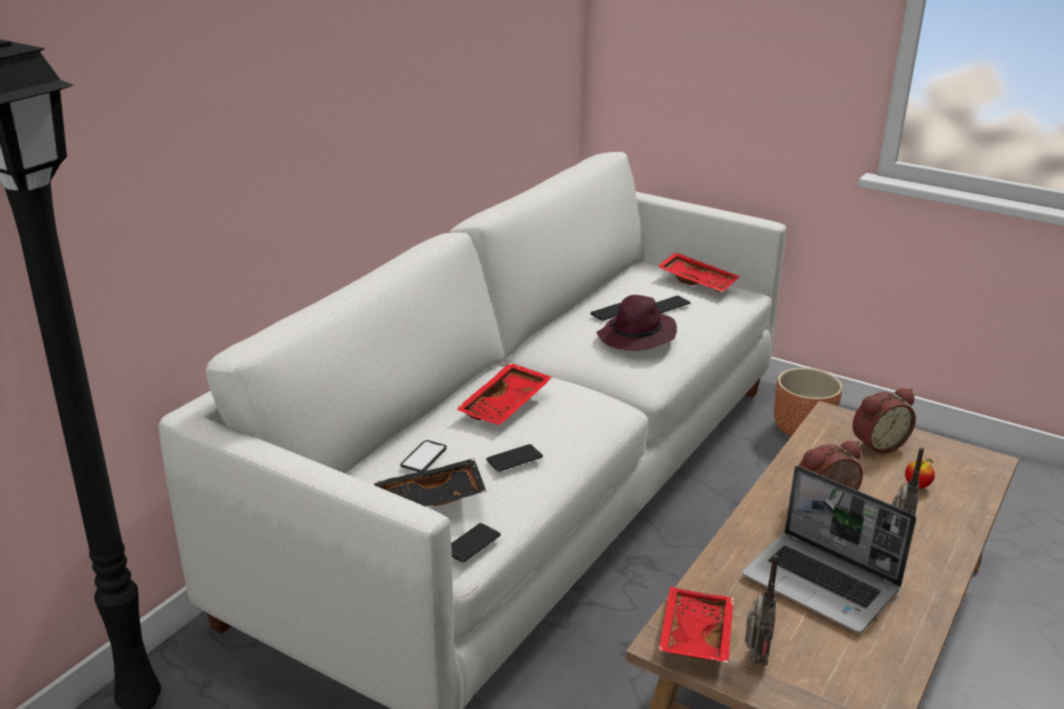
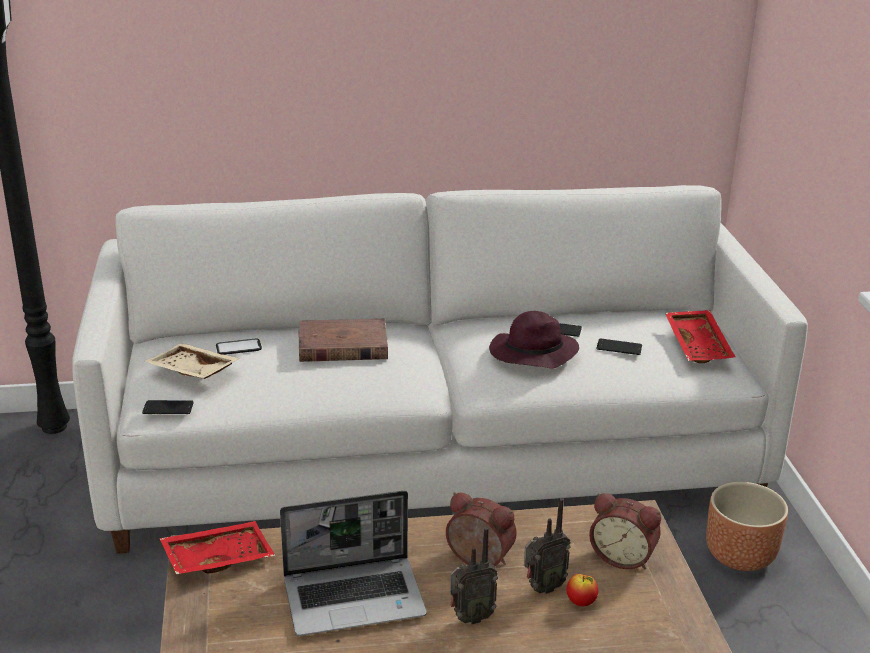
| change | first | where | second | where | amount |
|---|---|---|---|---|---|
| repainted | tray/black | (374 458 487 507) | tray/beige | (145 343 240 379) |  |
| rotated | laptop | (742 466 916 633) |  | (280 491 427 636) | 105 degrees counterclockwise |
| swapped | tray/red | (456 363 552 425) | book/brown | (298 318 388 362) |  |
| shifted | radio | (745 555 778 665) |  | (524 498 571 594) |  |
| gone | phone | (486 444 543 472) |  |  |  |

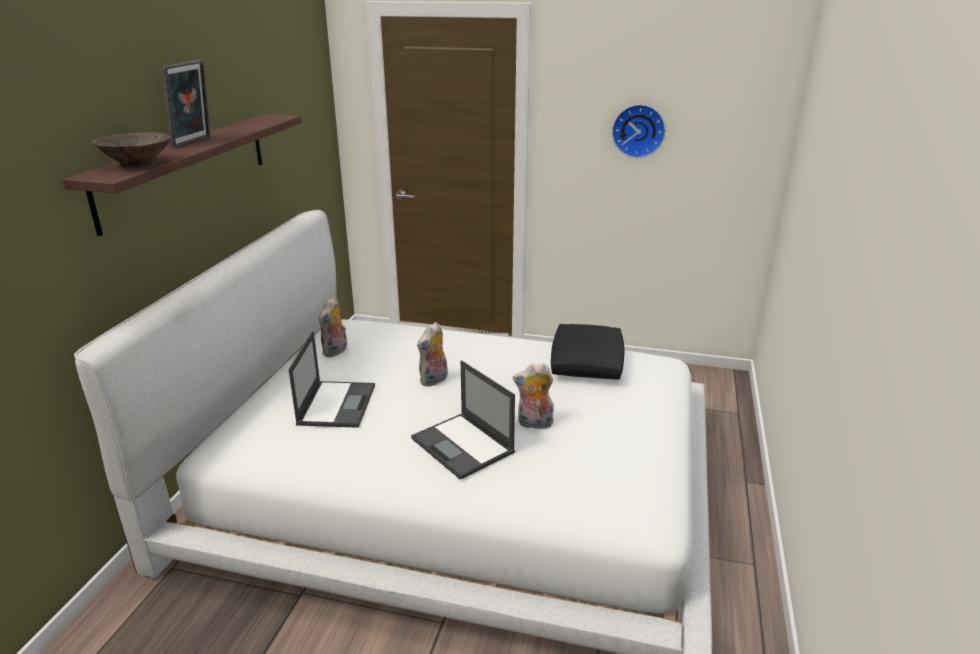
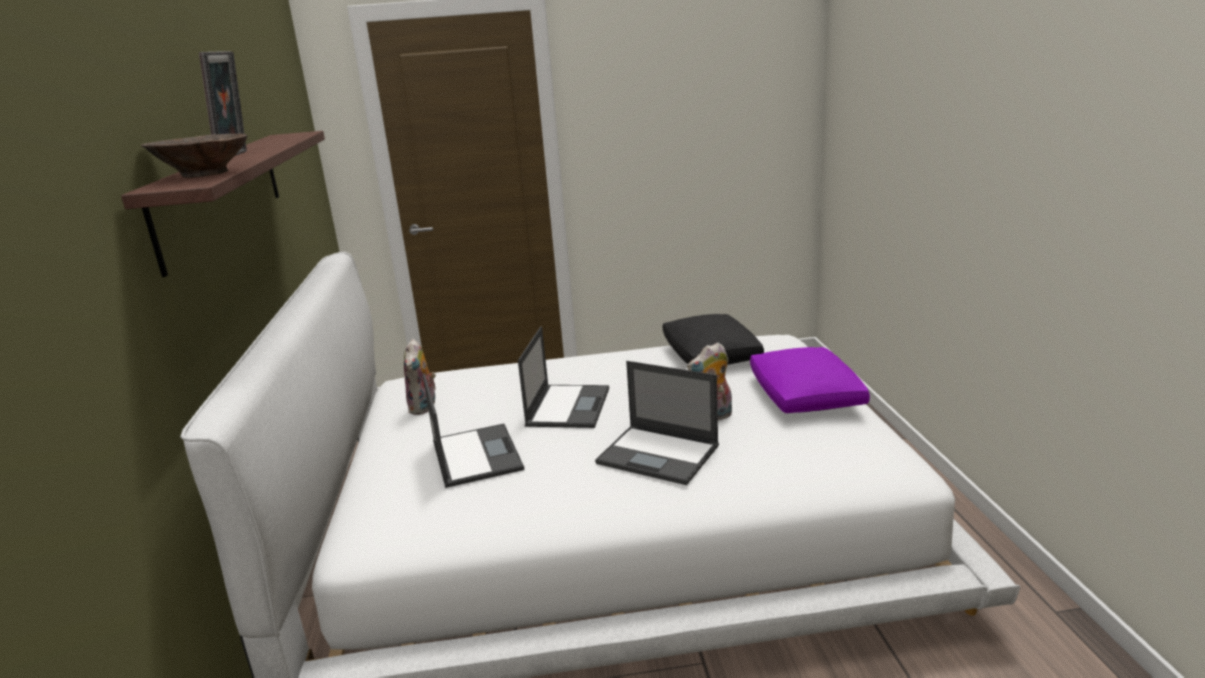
| change | first | where | second | where | amount |
|---|---|---|---|---|---|
| swapped | plush toy | (417 322 448 387) | laptop | (518 326 609 428) |  |
| new |  |  | pillow/purple | (750 347 870 413) |  |
| gone | wall clock | (612 104 666 158) |  |  |  |

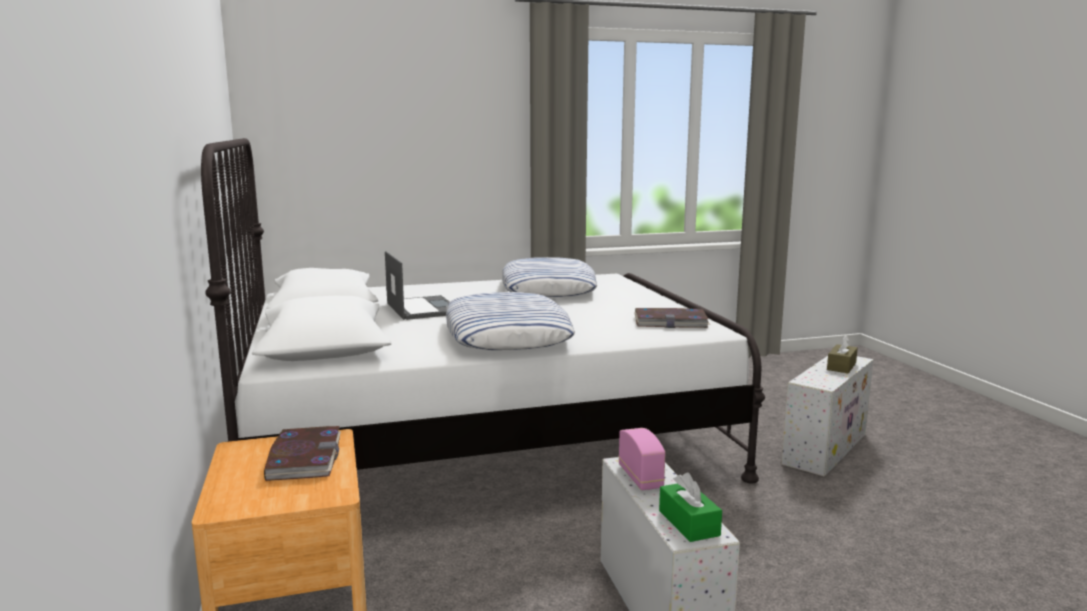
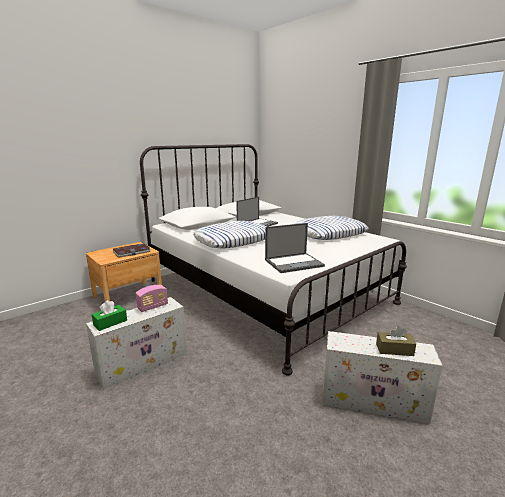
| change | first | where | second | where | amount |
|---|---|---|---|---|---|
| swapped | book | (634 308 710 328) | laptop | (265 223 325 273) |  |

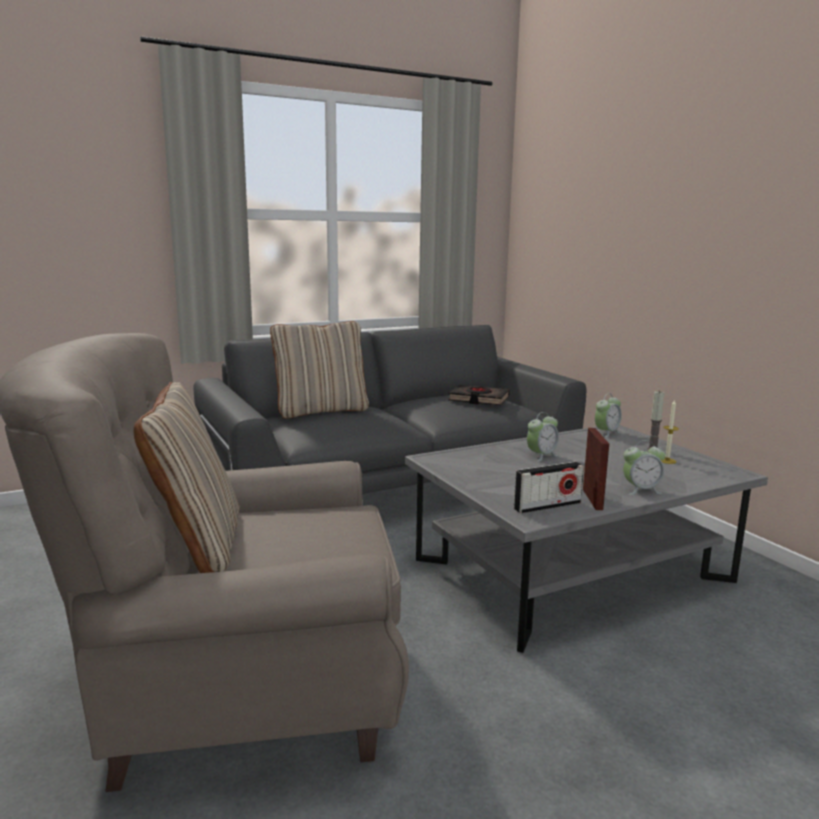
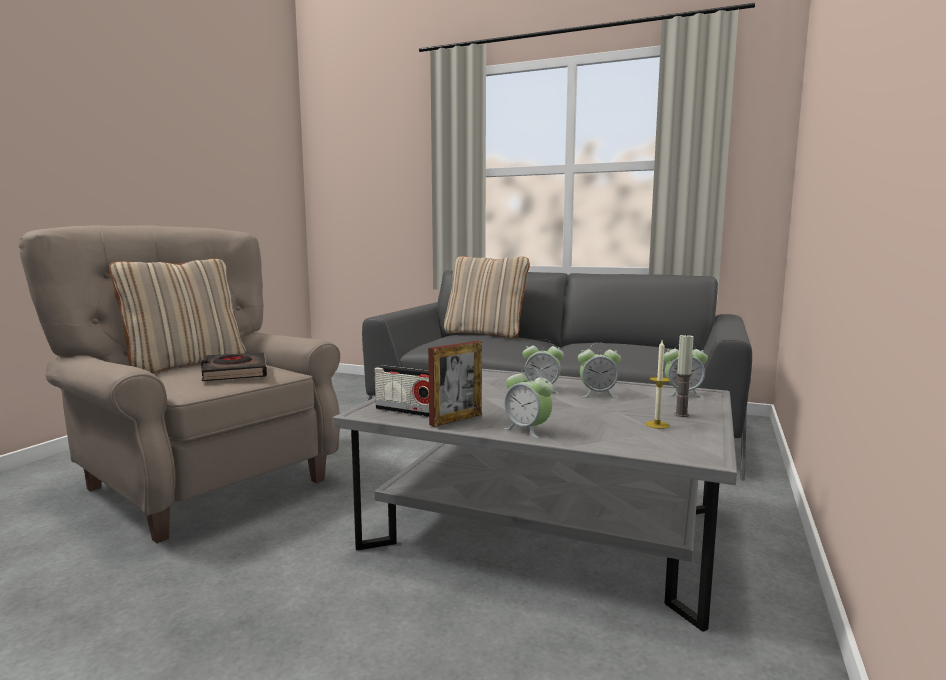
| change | first | where | second | where | amount |
|---|---|---|---|---|---|
| shifted | book/black | (449 385 510 405) |  | (201 352 267 381) |  |
| new |  |  | alarm clock | (578 343 621 398) |  |

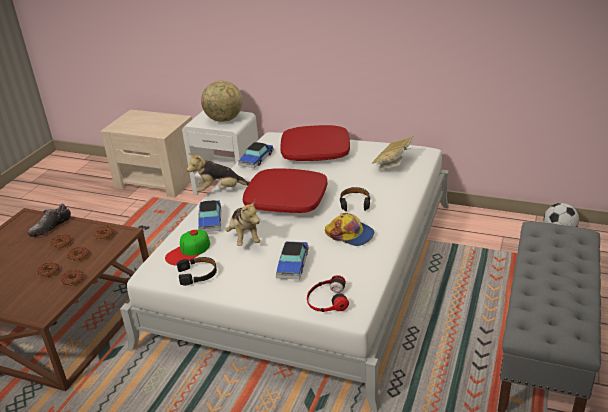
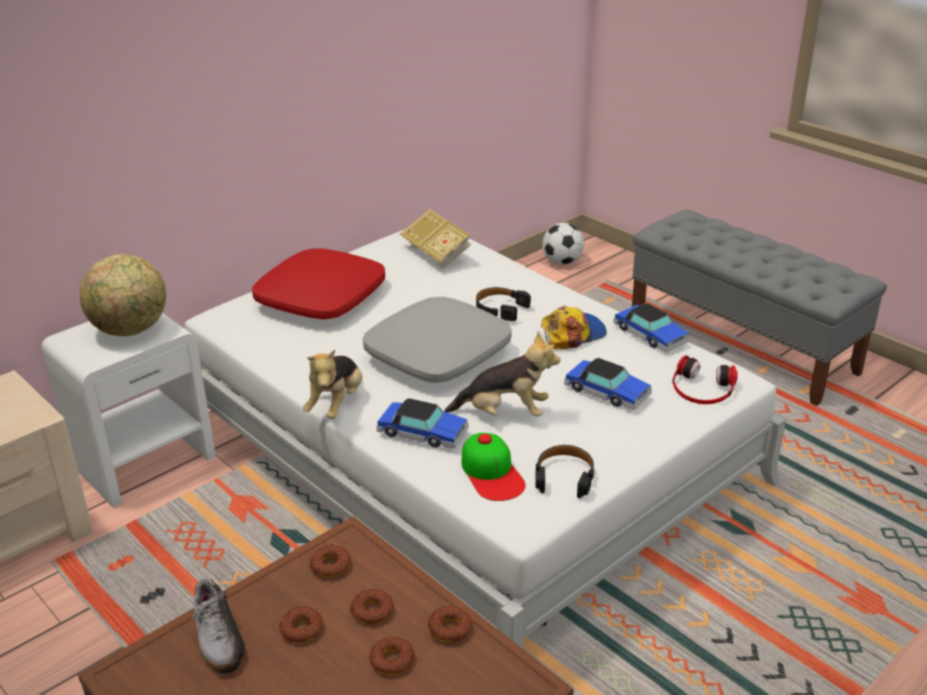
| change | first | where | second | where | amount |
|---|---|---|---|---|---|
| repainted | pillow/red | (243 168 328 213) | pillow/grey | (363 297 512 382) |  |
| shifted | toy car | (238 142 274 168) |  | (613 303 690 352) |  |

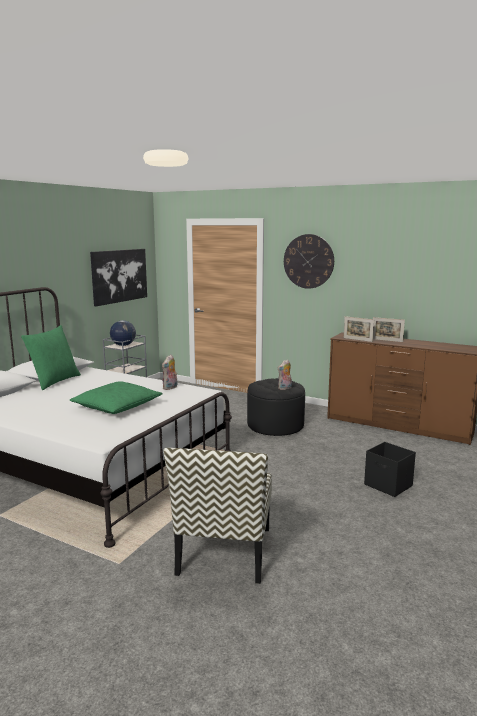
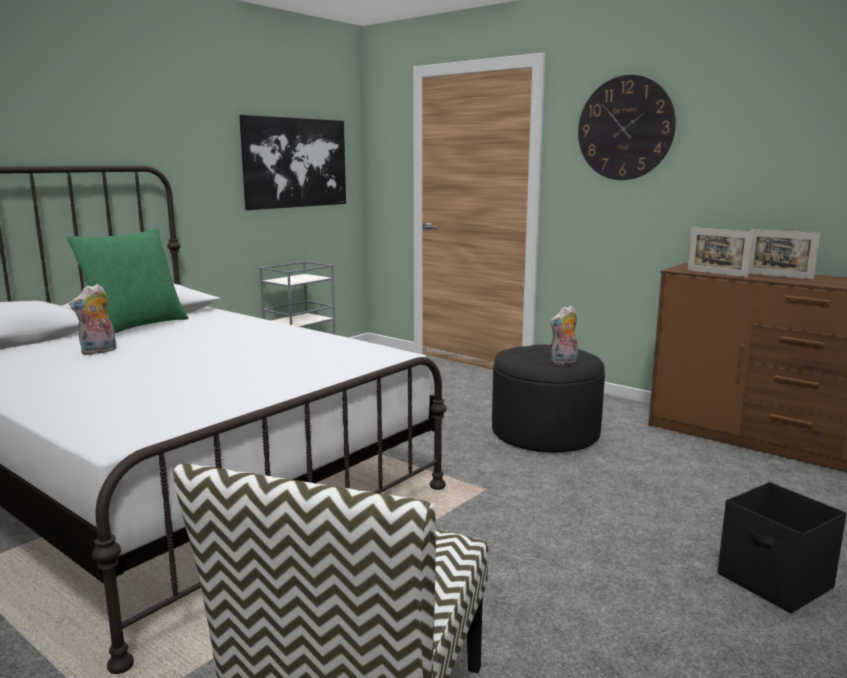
| change | first | where | second | where | amount |
|---|---|---|---|---|---|
| shifted | plush toy | (162 355 178 390) |  | (69 284 116 355) |  |
| gone | pillow/green | (70 381 163 414) |  |  |  |
| gone | globe | (110 320 136 346) |  |  |  |

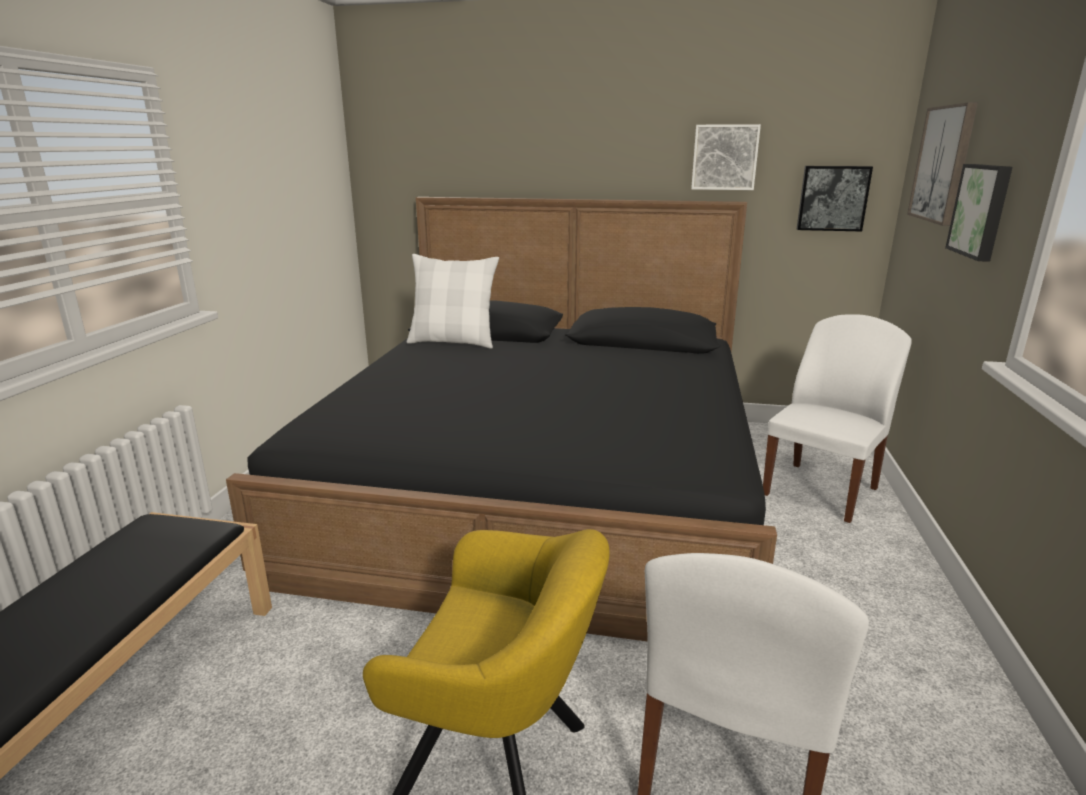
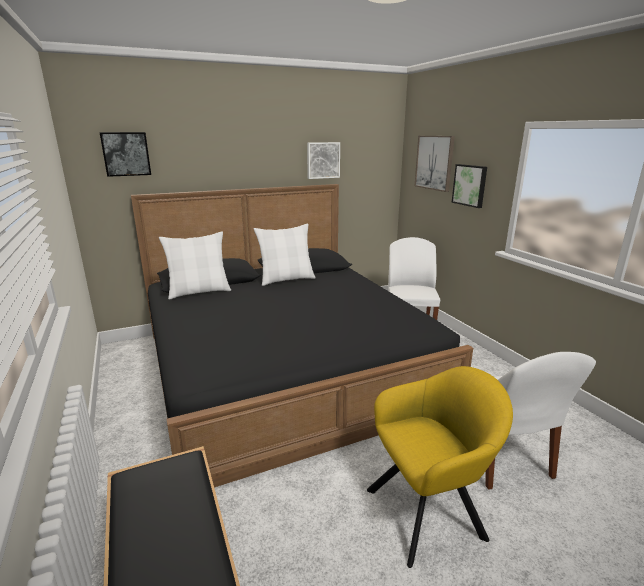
| change | first | where | second | where | amount |
|---|---|---|---|---|---|
| shifted | picture | (797 166 873 232) |  | (99 132 151 177) |  |
| new |  |  | pillow/white | (254 224 316 286) |  |

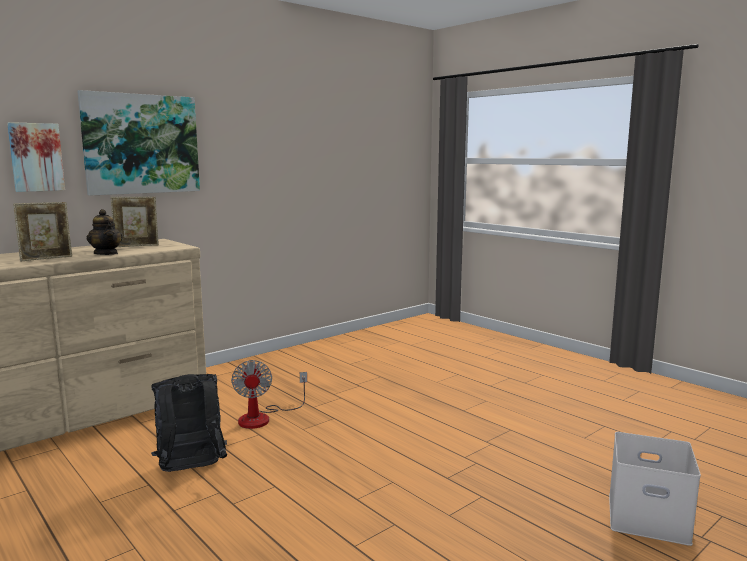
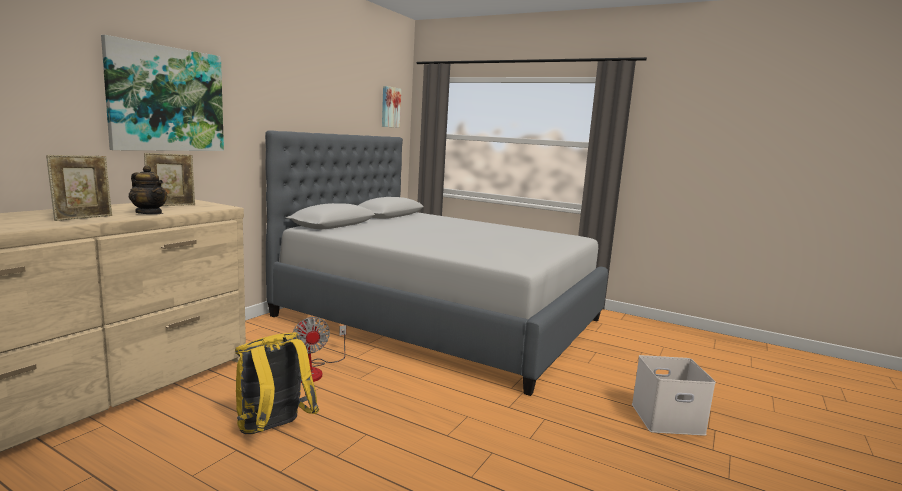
| change | first | where | second | where | amount |
|---|---|---|---|---|---|
| repainted | backpack/black | (151 374 227 472) | backpack/yellow | (235 333 319 434) |  |
| new |  |  | bed/grey | (265 130 608 396) |  |
| shifted | picture | (7 122 65 192) |  | (382 86 401 128) |  |

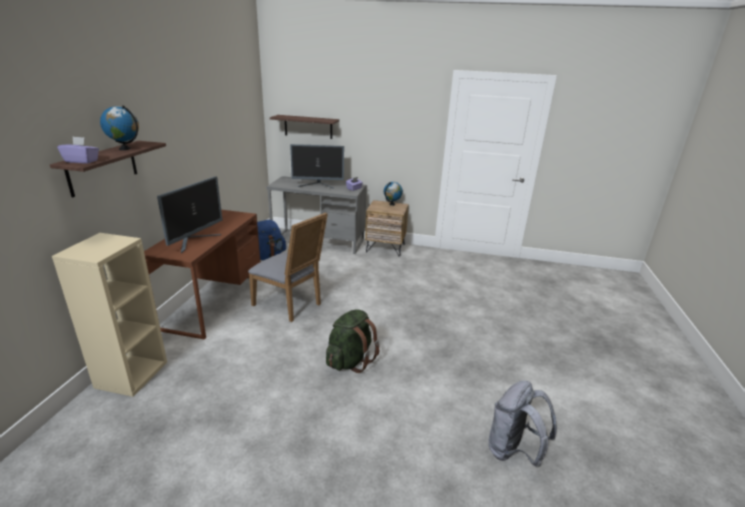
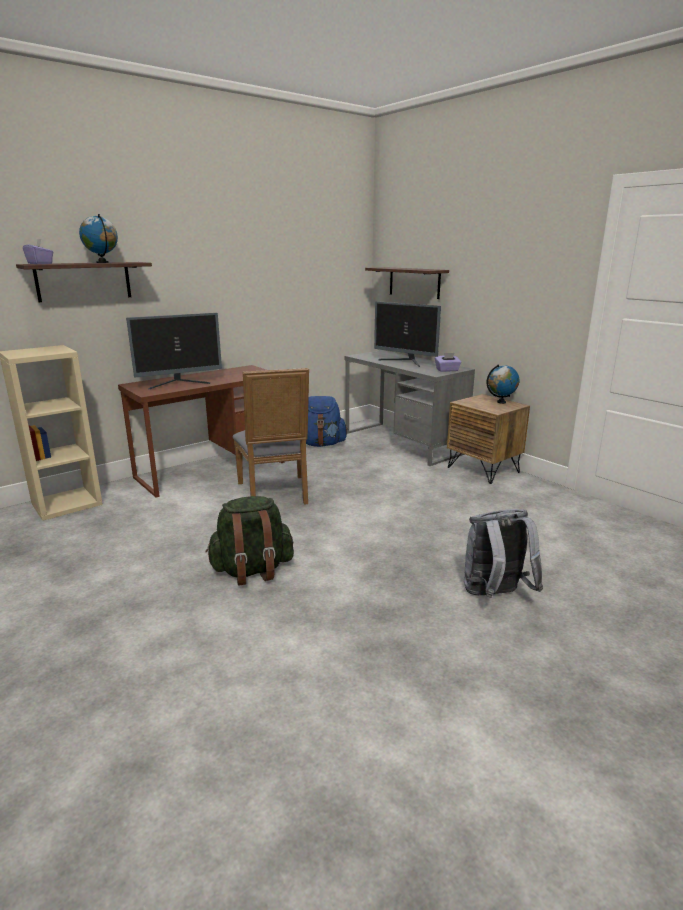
| change | first | where | second | where | amount |
|---|---|---|---|---|---|
| shifted | backpack/grey | (488 381 557 467) |  | (464 509 543 598) |  |

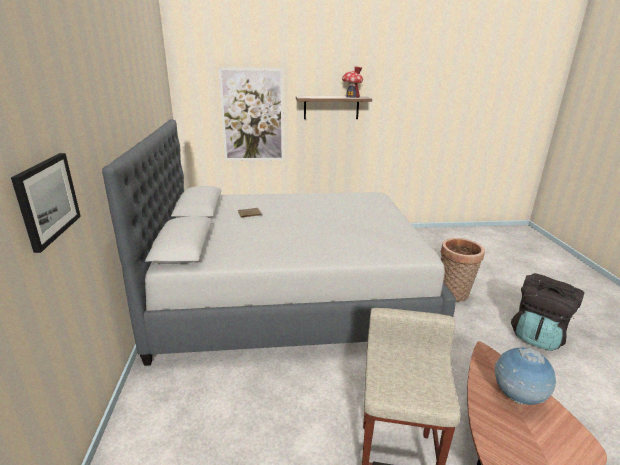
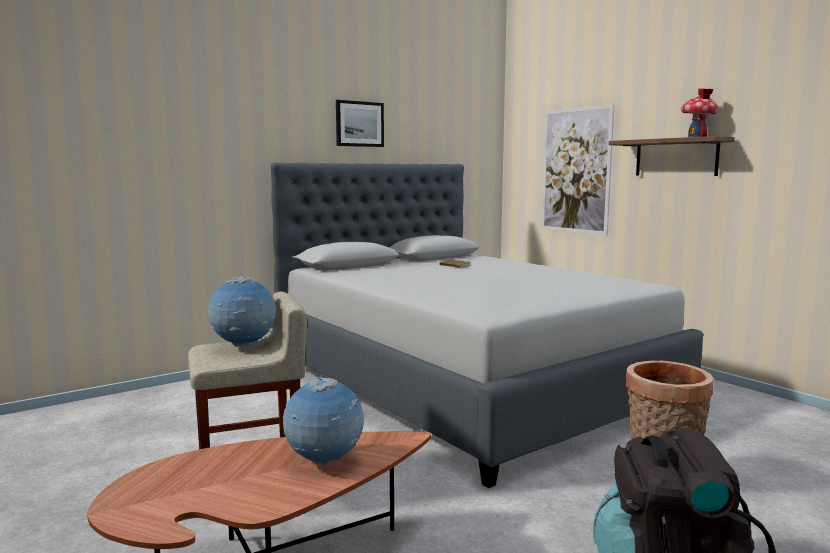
| change | first | where | second | where | amount |
|---|---|---|---|---|---|
| new |  |  | globe | (208 277 276 347) |  |
| shifted | picture | (11 153 81 253) |  | (336 100 384 147) |  |

